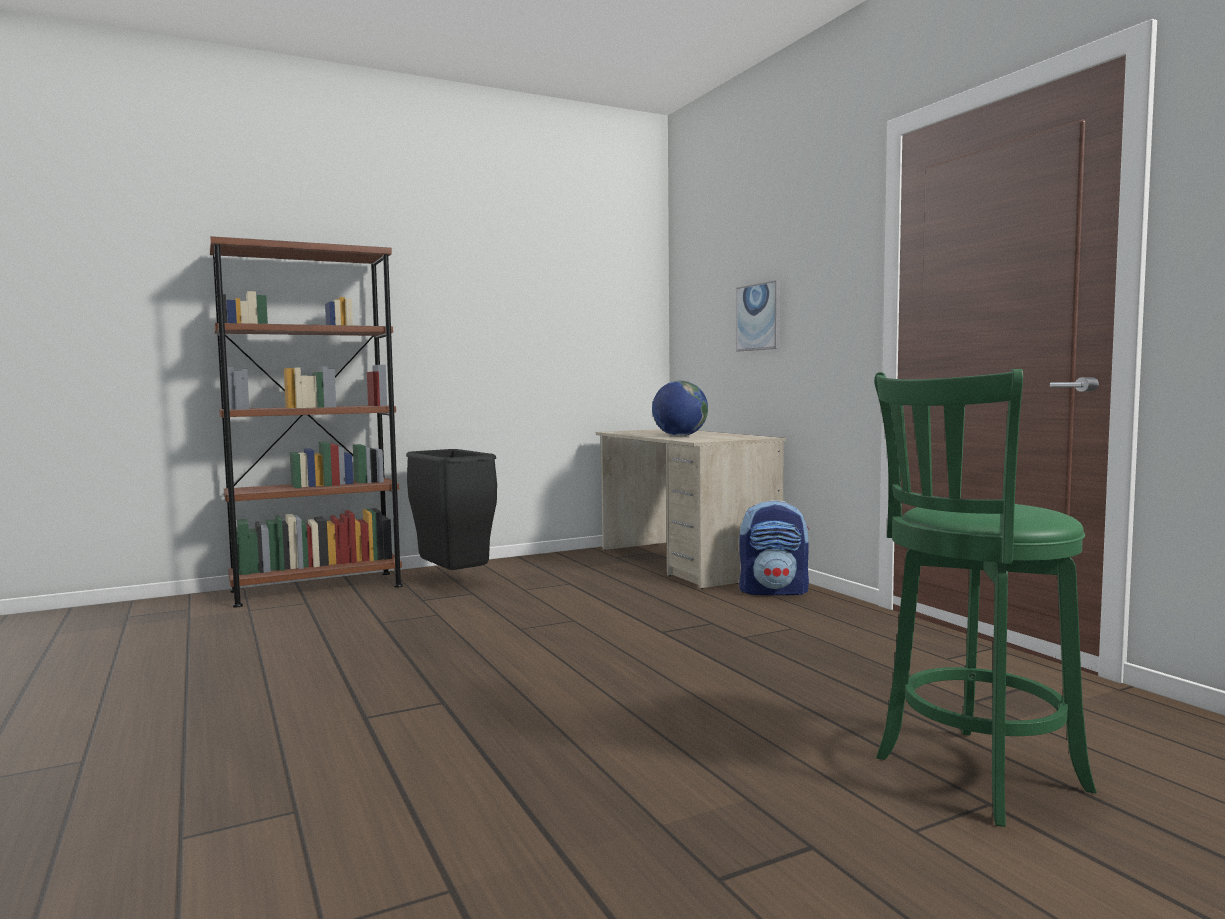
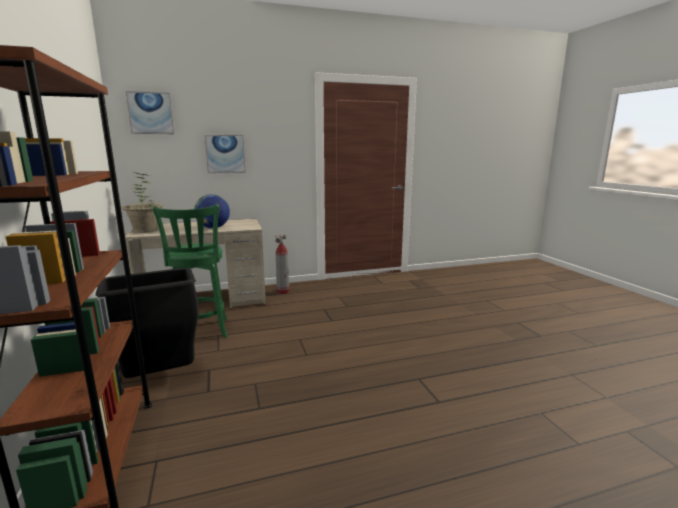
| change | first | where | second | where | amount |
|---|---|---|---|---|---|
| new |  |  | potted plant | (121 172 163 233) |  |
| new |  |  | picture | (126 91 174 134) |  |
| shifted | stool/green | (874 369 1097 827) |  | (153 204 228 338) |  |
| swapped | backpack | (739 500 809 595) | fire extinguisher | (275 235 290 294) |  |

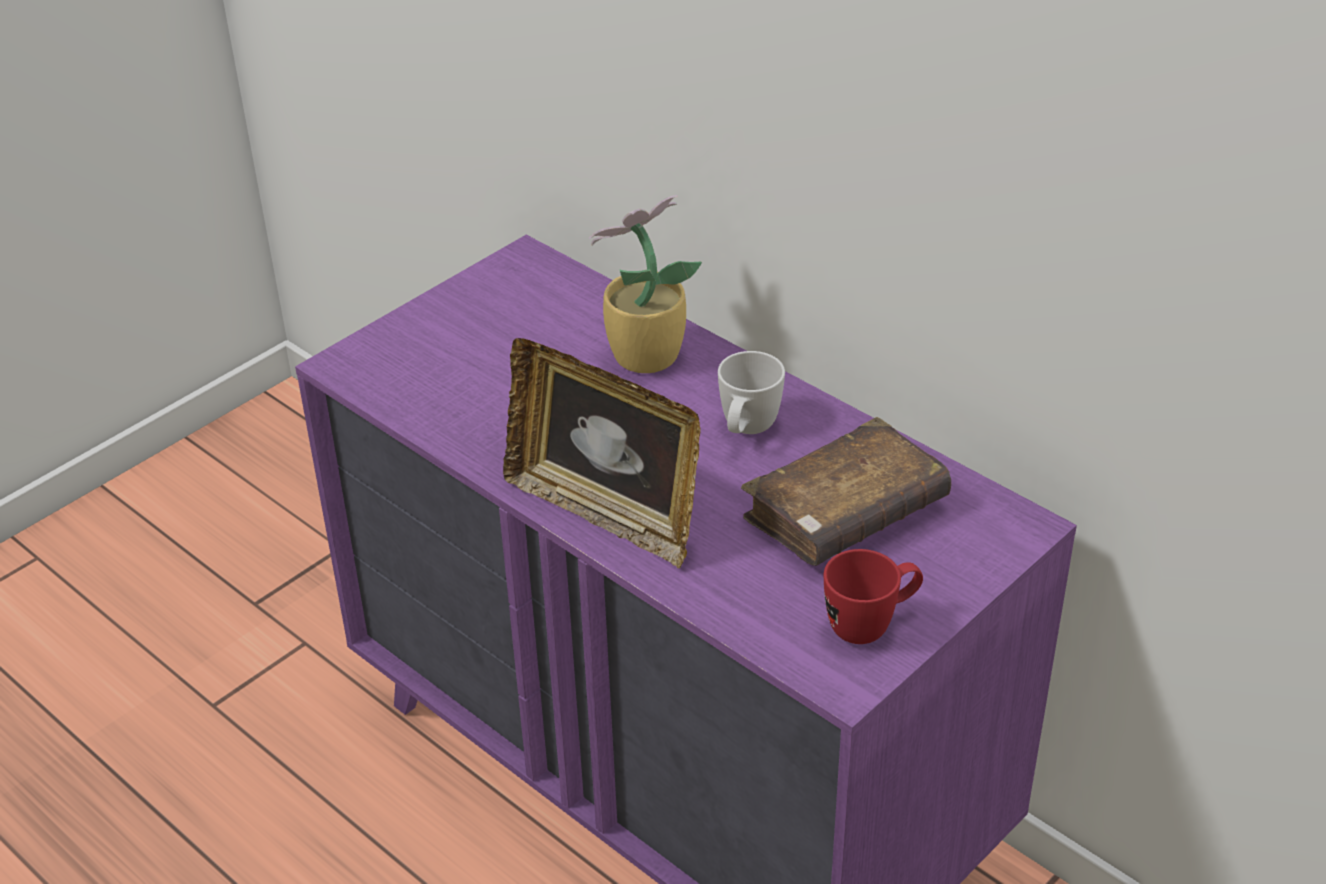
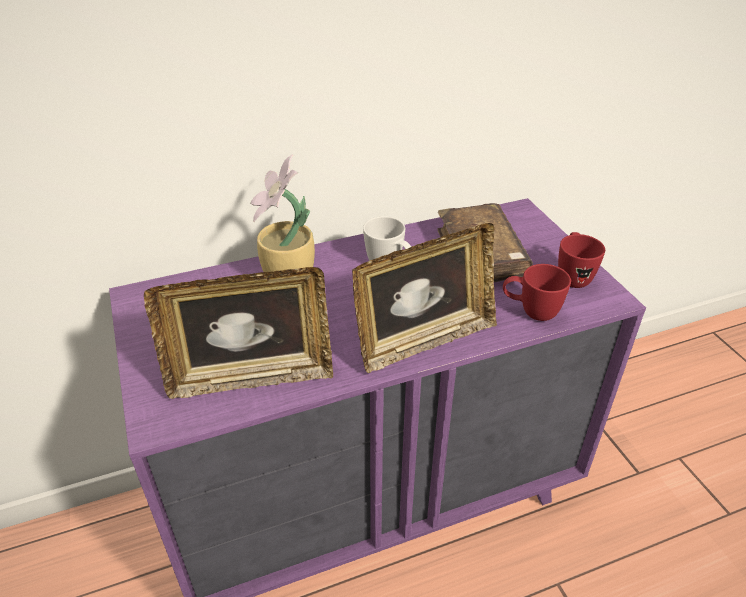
| change | first | where | second | where | amount |
|---|---|---|---|---|---|
| new |  |  | picture frame | (144 267 333 399) |  |
| new |  |  | mug/red | (503 264 571 321) |  |

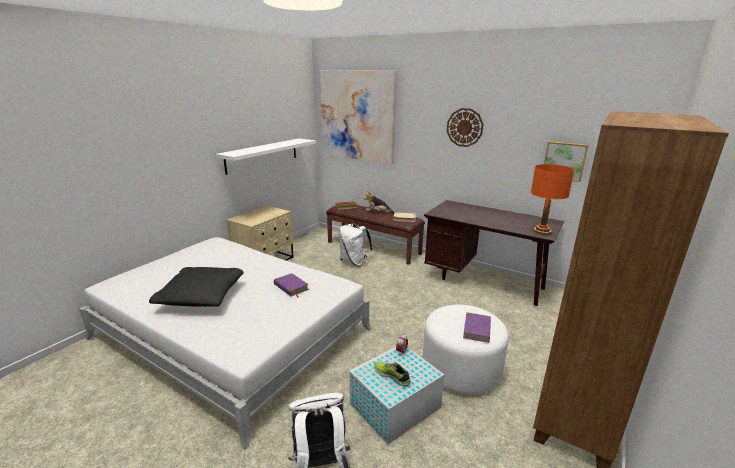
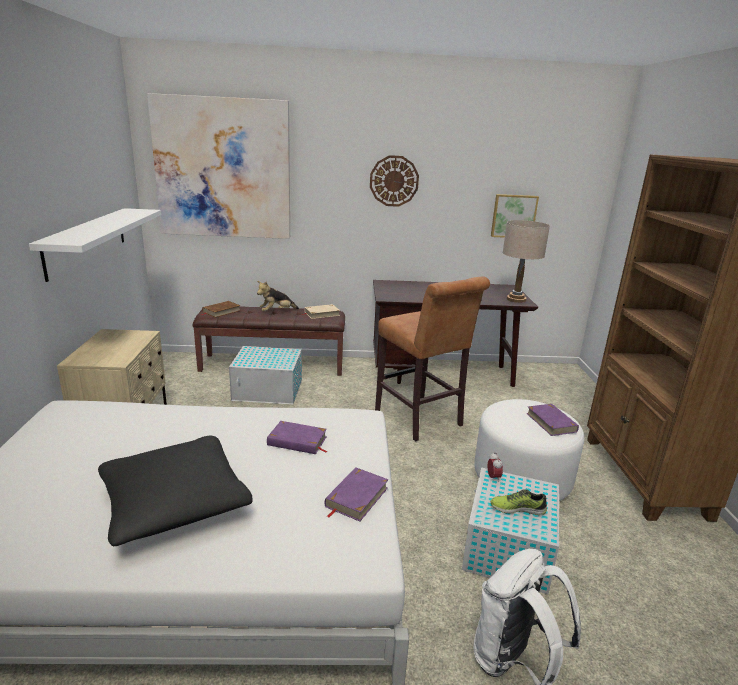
| change | first | where | second | where | amount |
|---|---|---|---|---|---|
| swapped | backpack/white | (339 224 373 266) | storage box/white | (229 346 302 404) |  |
| new |  |  | book/purple | (325 468 389 521) |  |
| new |  |  | stool/brown | (375 277 490 441) |  |
| repainted | table lamp/orange | (531 164 574 235) | table lamp/beige | (503 220 550 303) |  |

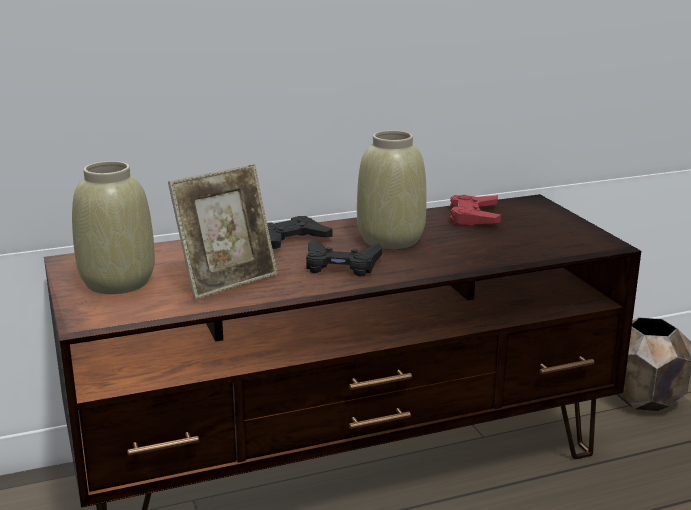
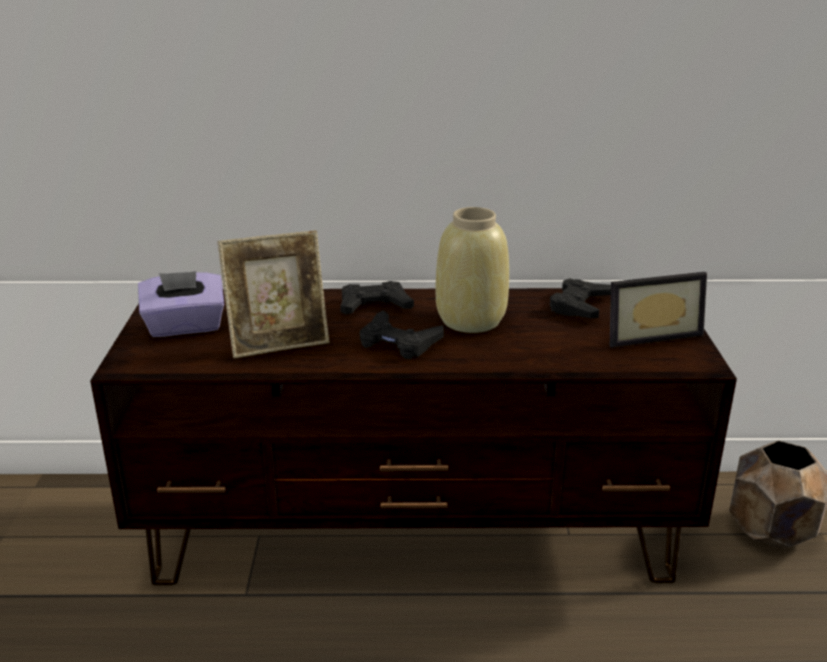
| change | first | where | second | where | amount |
|---|---|---|---|---|---|
| swapped | vase/beige | (72 161 155 294) | tissue box/purple | (138 271 224 337) |  |
| repainted | game controller/red | (450 195 501 225) | game controller/black | (550 278 611 318) |  |
| new |  |  | picture frame | (610 272 707 348) |  |

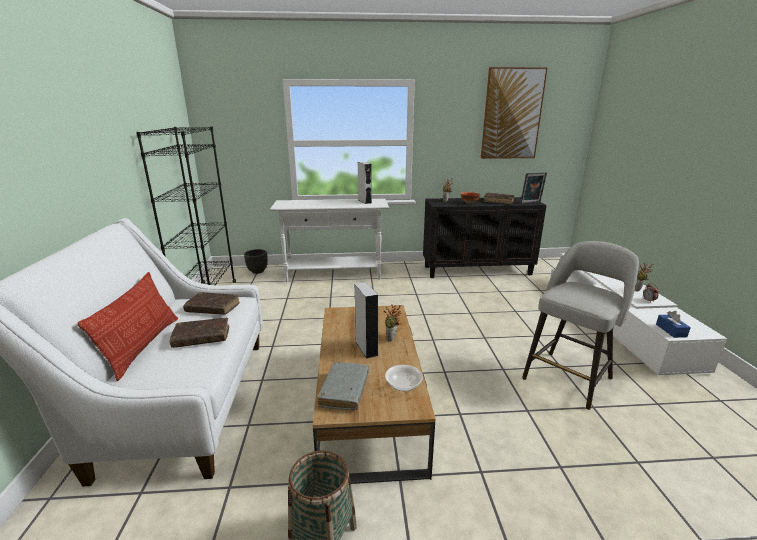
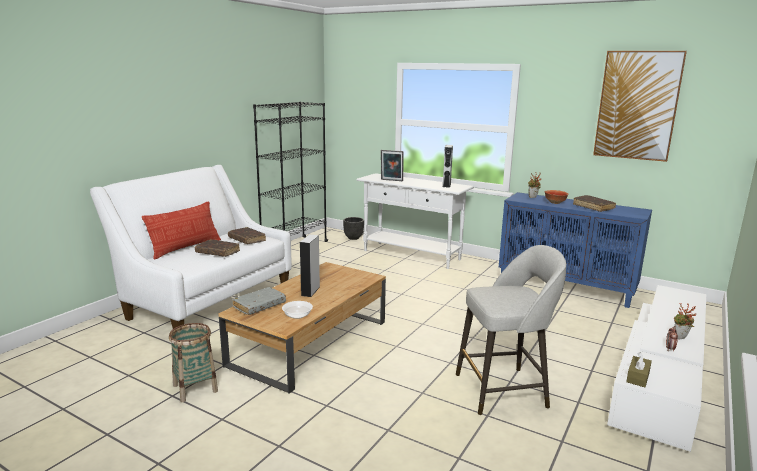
| change | first | where | second | where | amount |
|---|---|---|---|---|---|
| shifted | picture frame | (520 172 547 204) |  | (381 150 403 181) |  |
| repainted | cabinet/black | (423 197 547 278) | cabinet/blue | (499 192 652 308) |  |
| repainted | tissue box/blue | (656 311 691 338) | tissue box/brown | (626 352 652 387) |  |
| gone | potted plant | (384 305 402 342) |  |  |  |

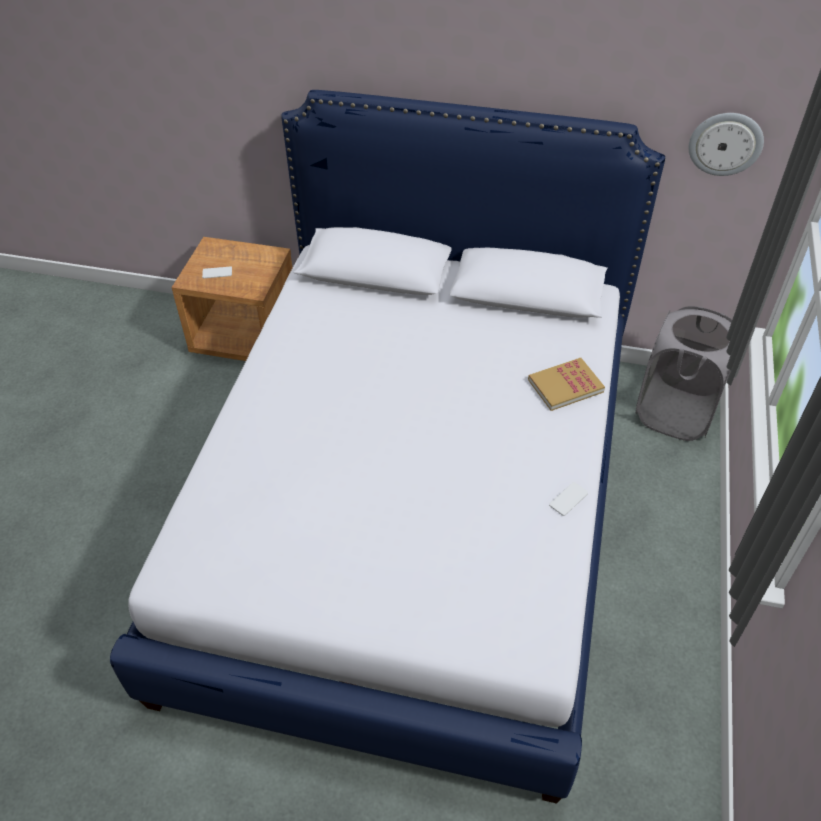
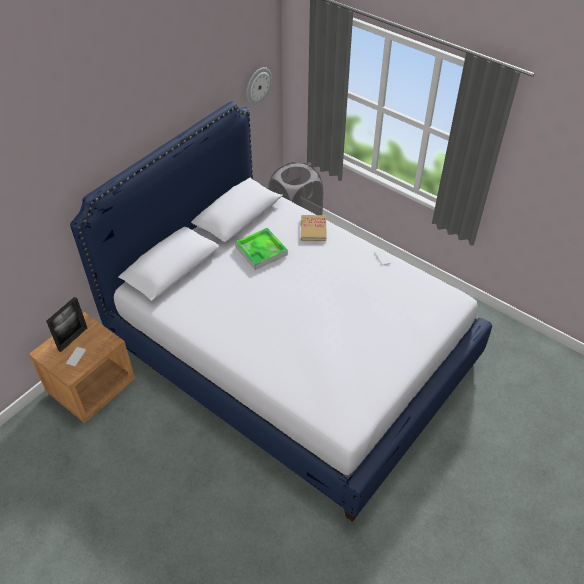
| change | first | where | second | where | amount |
|---|---|---|---|---|---|
| new |  |  | picture frame | (46 297 87 352) |  |
| new |  |  | tray | (235 228 288 270) |  |

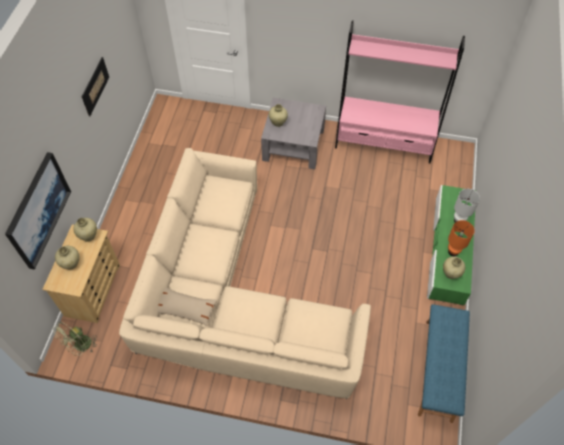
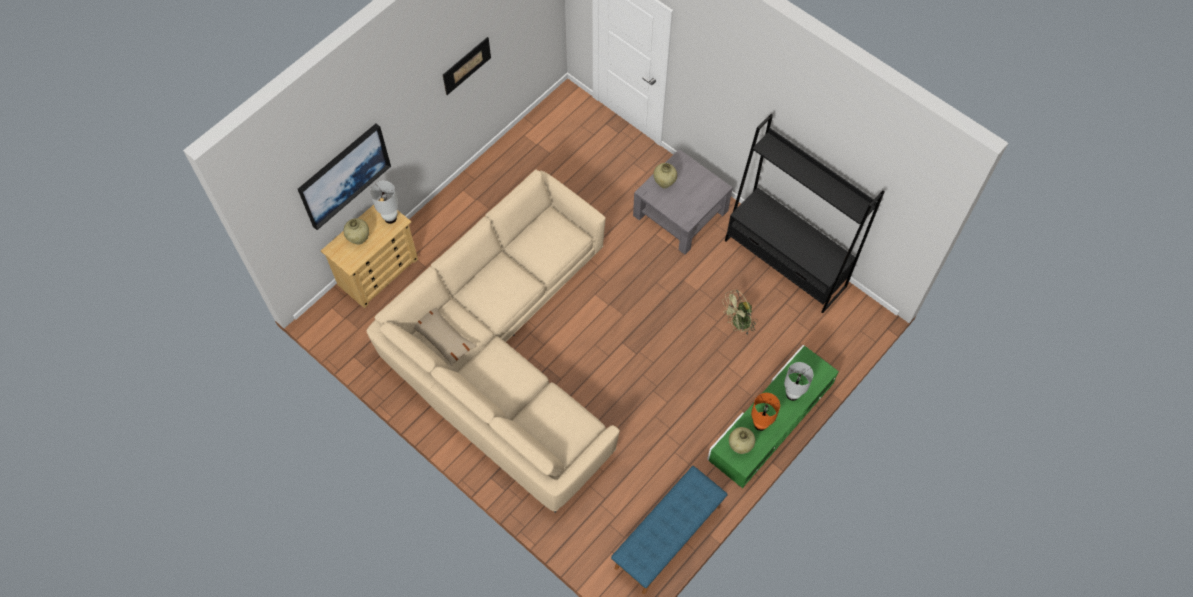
| change | first | where | second | where | amount |
|---|---|---|---|---|---|
| swapped | vase/beige | (73 218 97 242) | table lamp/white | (370 181 399 224) |  |
| shifted | fan/green | (53 321 97 355) |  | (722 290 758 335) |  |
| repainted | bookcase/pink | (335 20 465 163) | bookcase/black | (725 114 885 313) |  |

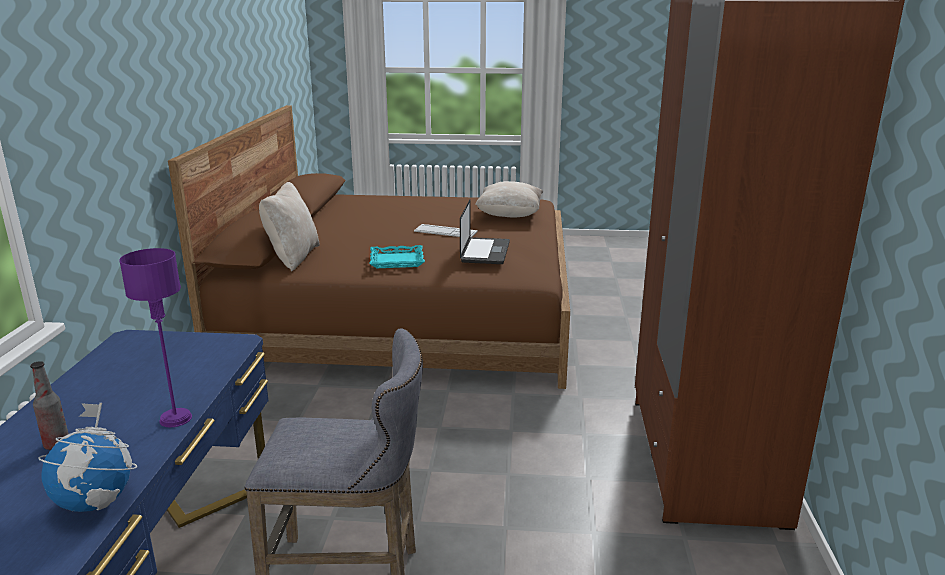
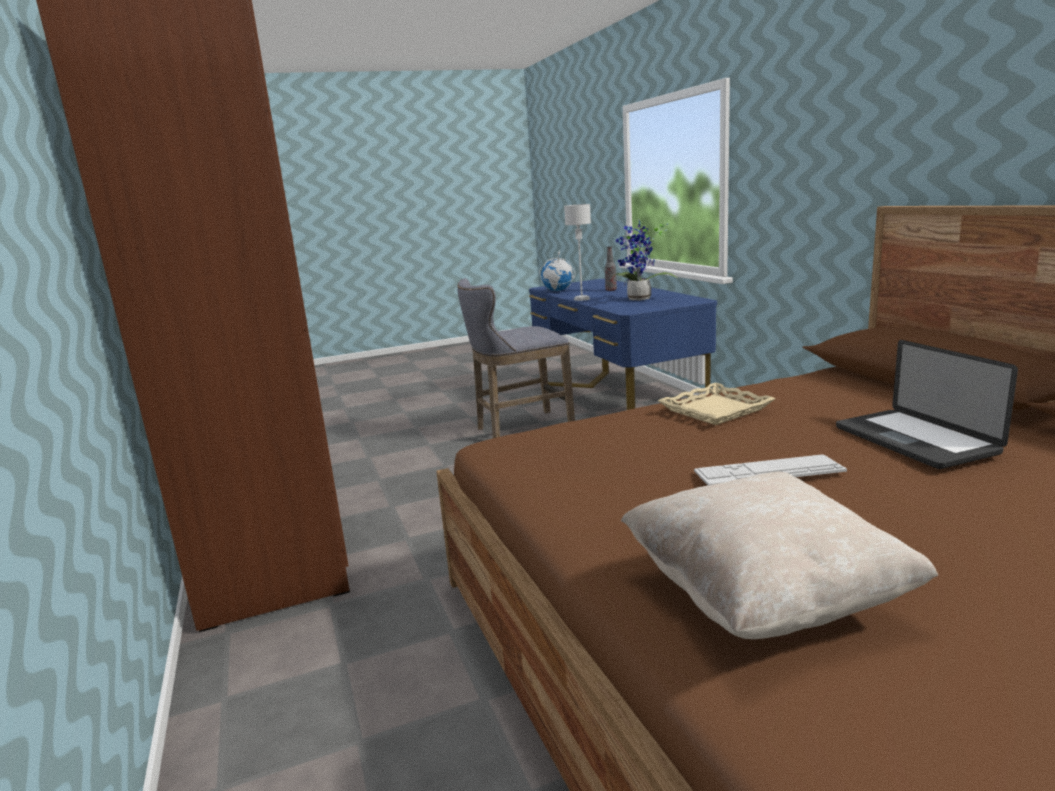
| change | first | where | second | where | amount |
|---|---|---|---|---|---|
| repainted | table lamp/purple | (119 248 192 427) | table lamp/grey | (564 204 591 301) |  |
| new |  |  | potted plant | (611 221 678 300) |  |
| repainted | tray/turquoise | (370 245 425 268) | tray/beige | (658 383 776 425) |  |
| shifted | laptop | (460 200 510 264) |  | (836 340 1018 469) |  |
| gone | pillow/beige | (259 182 320 272) |  |  |  |

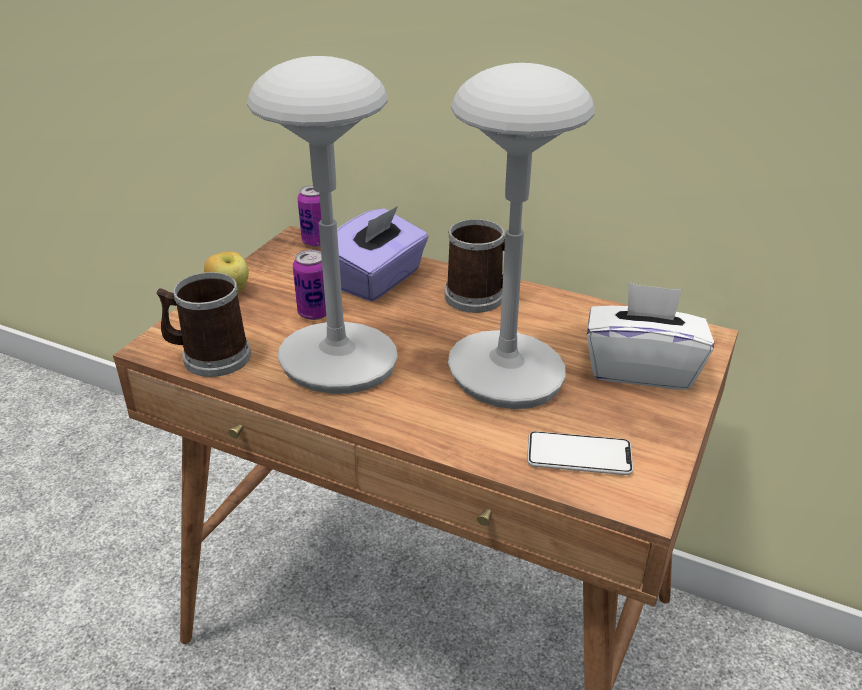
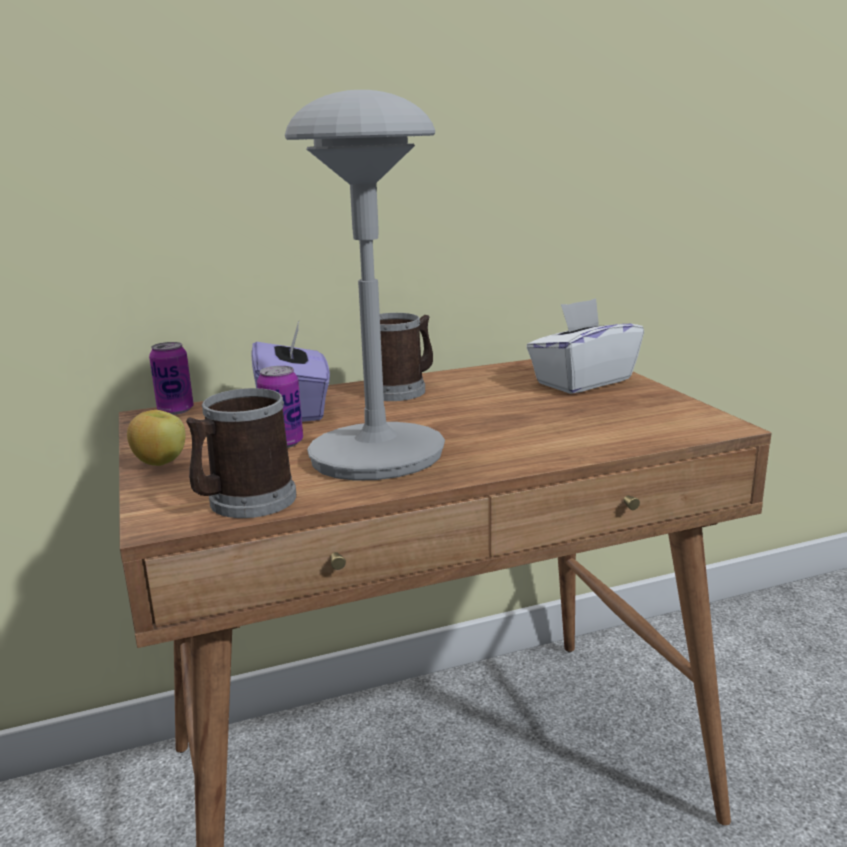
| change | first | where | second | where | amount |
|---|---|---|---|---|---|
| gone | table lamp/grey | (448 63 595 409) |  |  |  |
| gone | phone | (527 431 633 475) |  |  |  |

